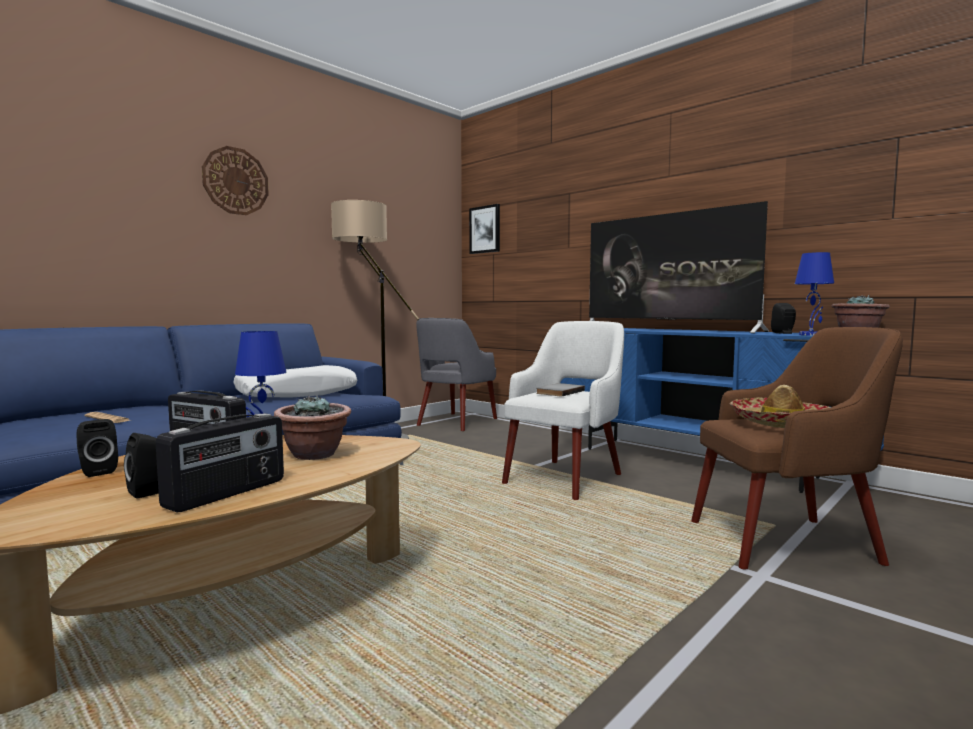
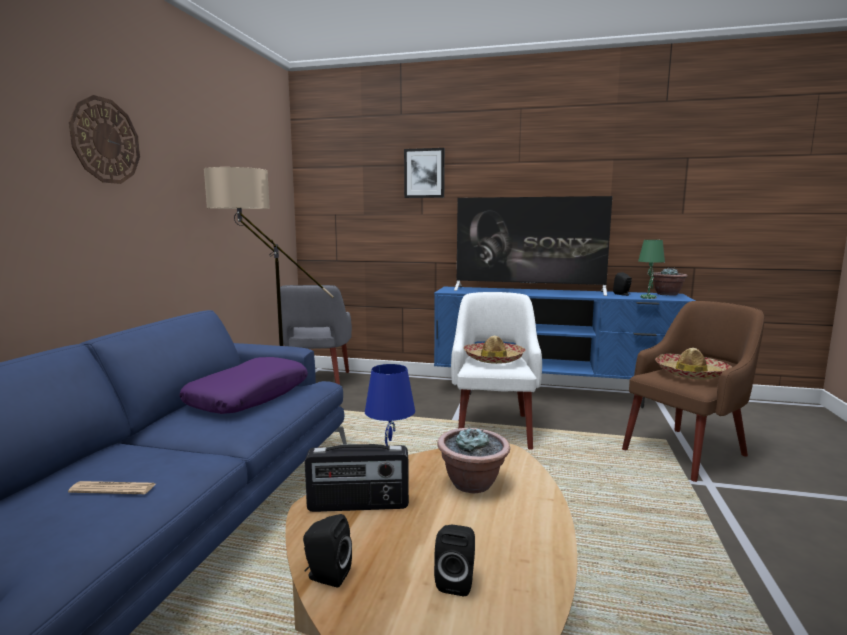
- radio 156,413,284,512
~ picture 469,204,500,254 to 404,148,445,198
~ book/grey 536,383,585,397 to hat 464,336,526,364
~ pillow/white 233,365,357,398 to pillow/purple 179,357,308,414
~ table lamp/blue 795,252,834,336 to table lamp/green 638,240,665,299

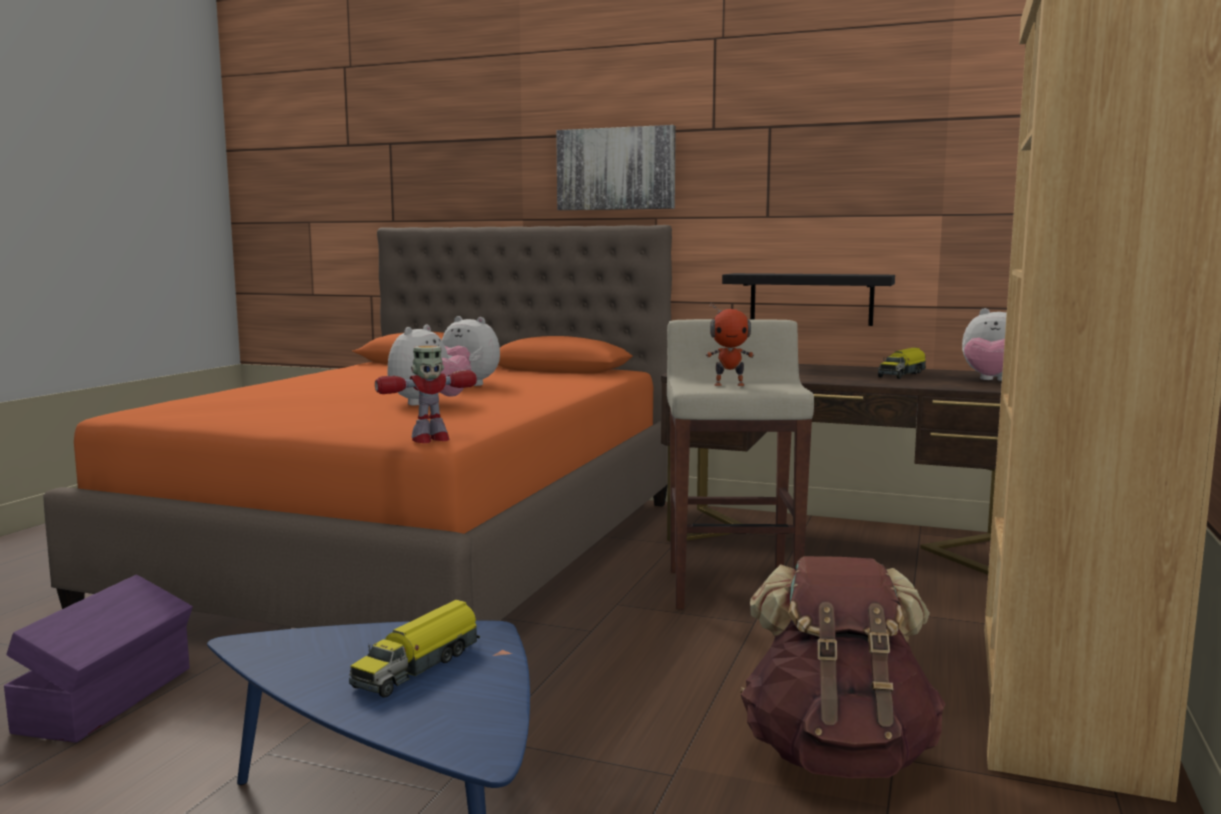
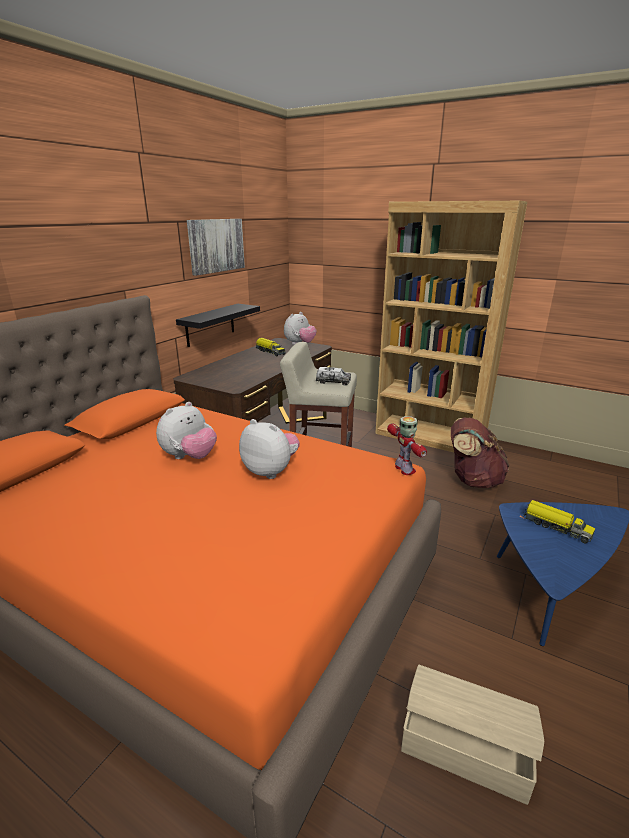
~ picture 556,125,676,210 to 187,219,245,276
~ toy robot 706,302,754,386 to toy truck 316,367,351,385
~ storage box/purple 4,575,193,743 to storage box/beige 401,665,544,805

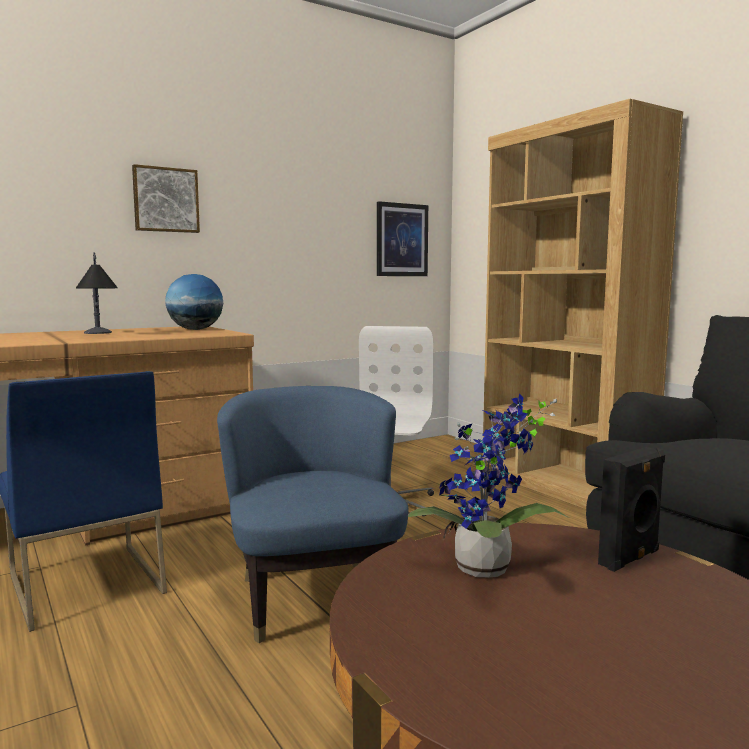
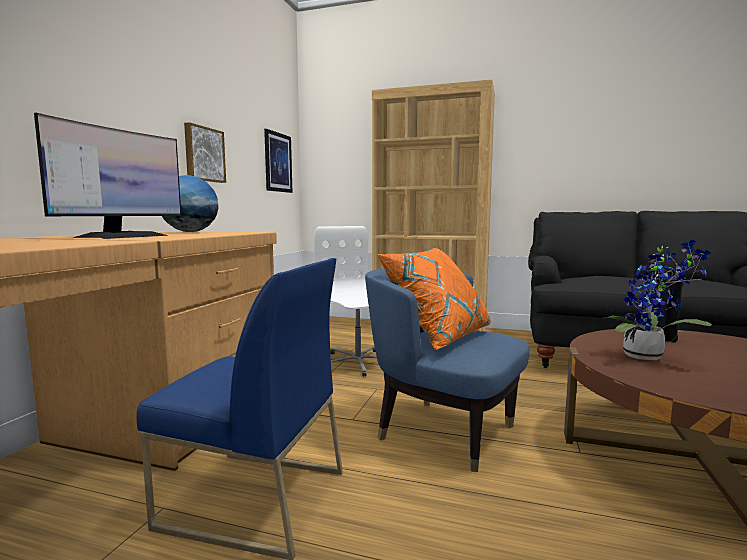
+ pillow/orange 377,247,491,350
~ picture 132,164,200,233 to 184,122,226,183
~ table lamp 76,252,118,334 to monitor 34,113,181,239

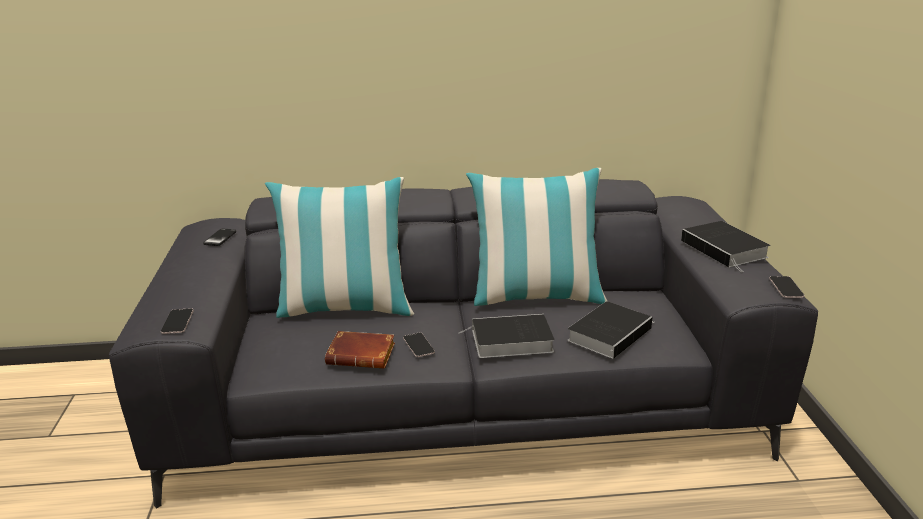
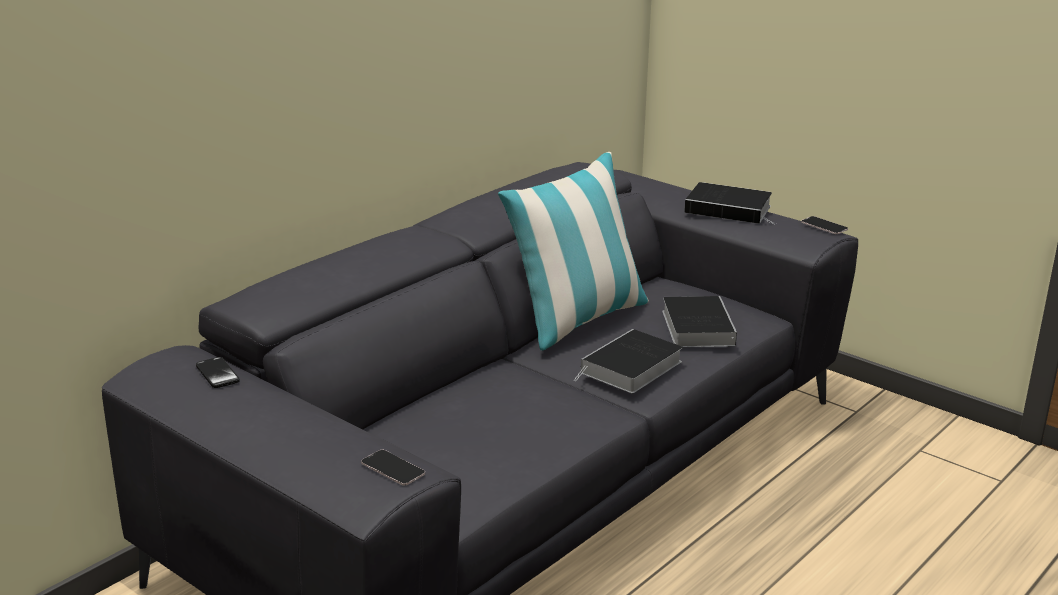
- pillow 265,177,414,318
- book/brown 325,331,395,369
- phone 403,332,435,357

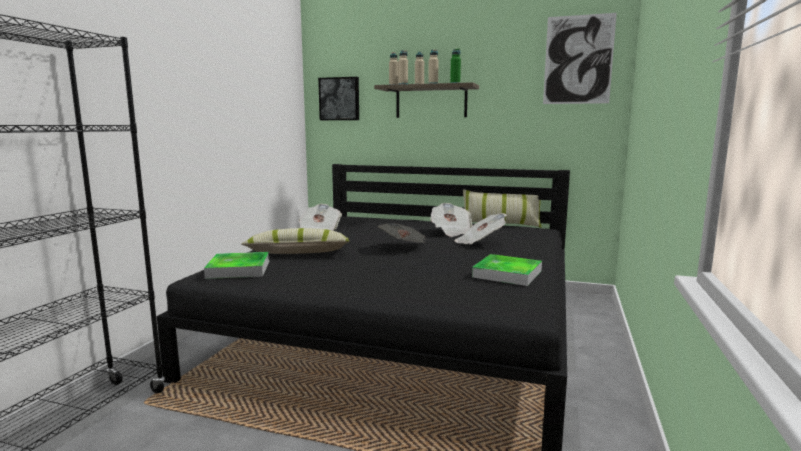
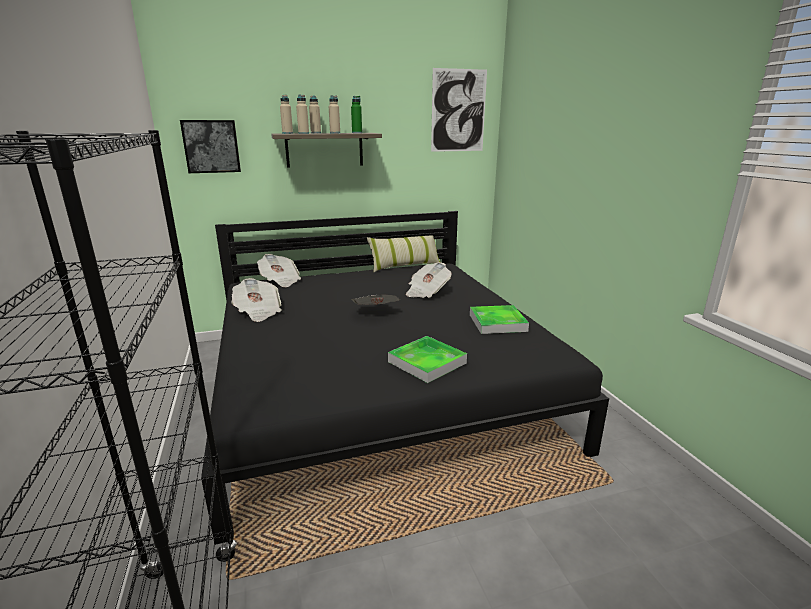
- pillow 241,228,349,254
~ tray 204,252,269,279 to 388,336,467,383
~ newspaper 430,203,472,237 to 257,254,301,287

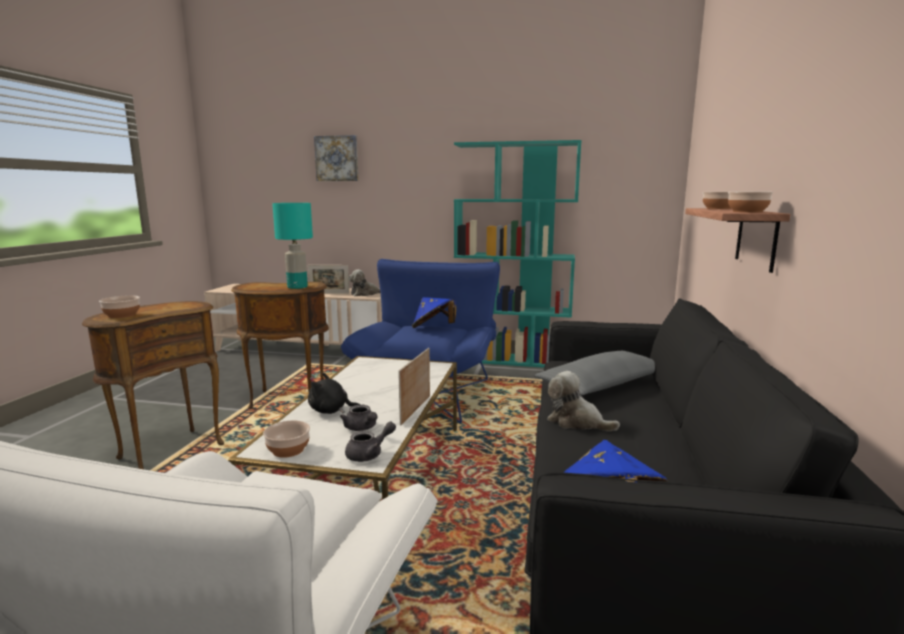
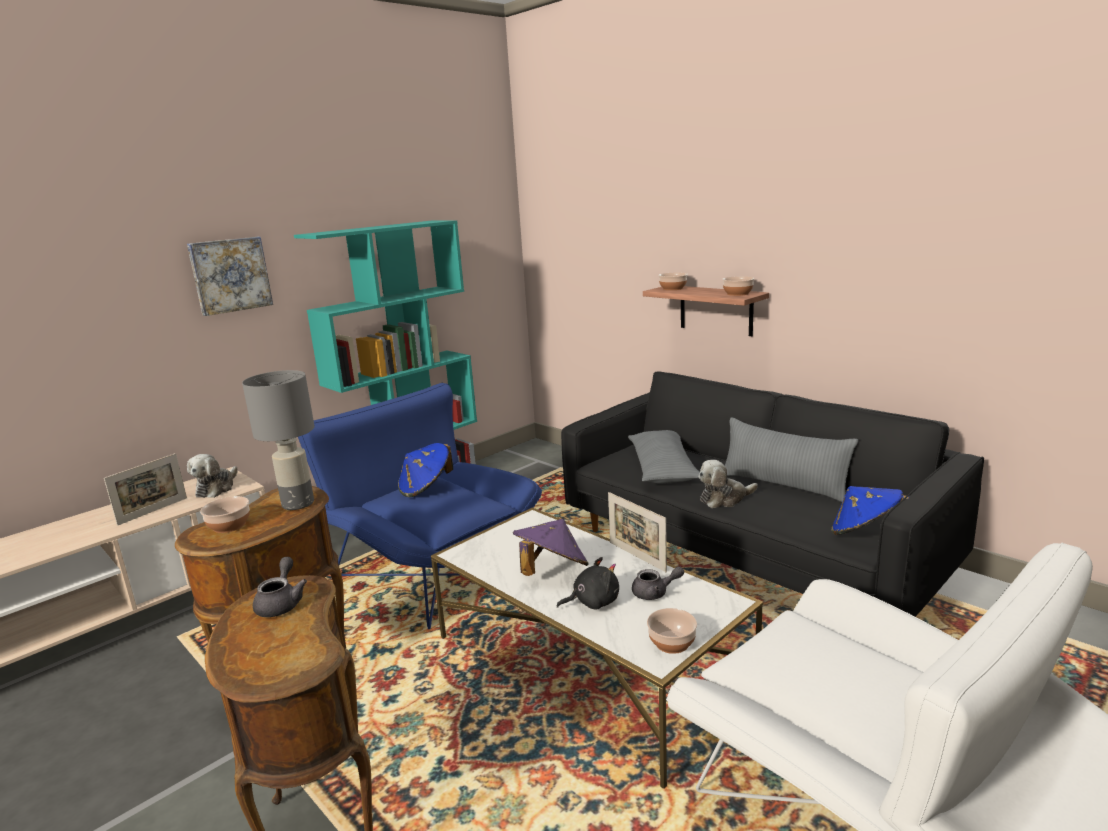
+ hat/purple 513,519,589,576
+ pillow/grey 725,417,859,502
~ bowl 99,295,140,318 to 200,496,250,533
~ picture 314,135,358,181 to 187,237,273,316
~ teapot/grey 345,422,396,462 to 253,557,307,617
~ table lamp/turquoise 272,203,313,289 to table lamp/grey 242,370,314,510
~ plush toy/black 308,373,360,414 = 557,557,619,610 150 degrees counterclockwise

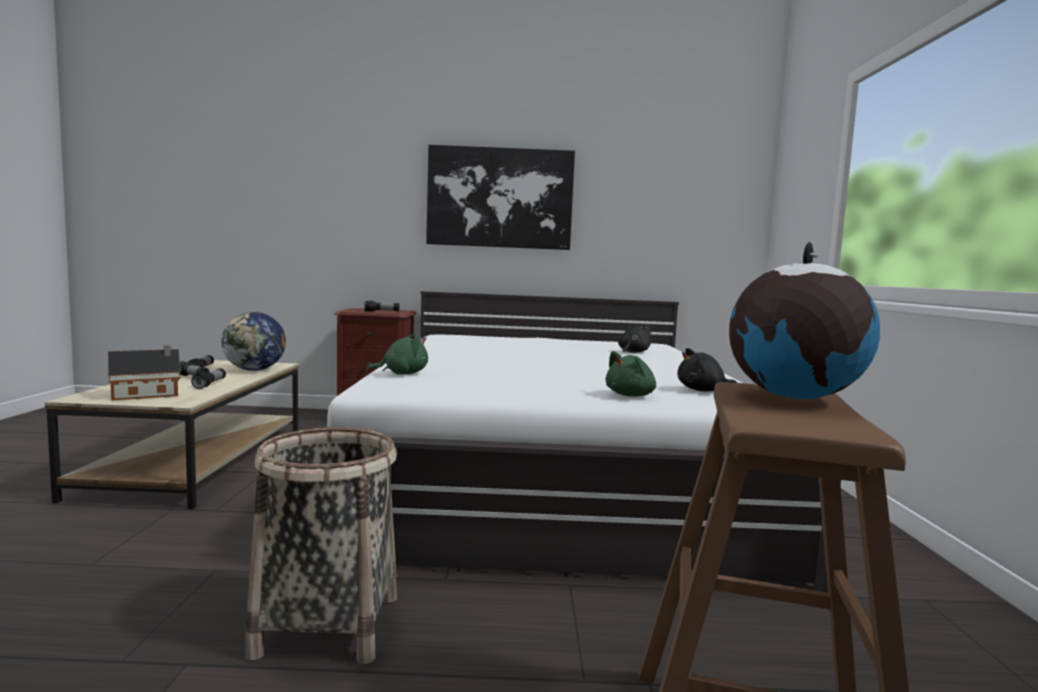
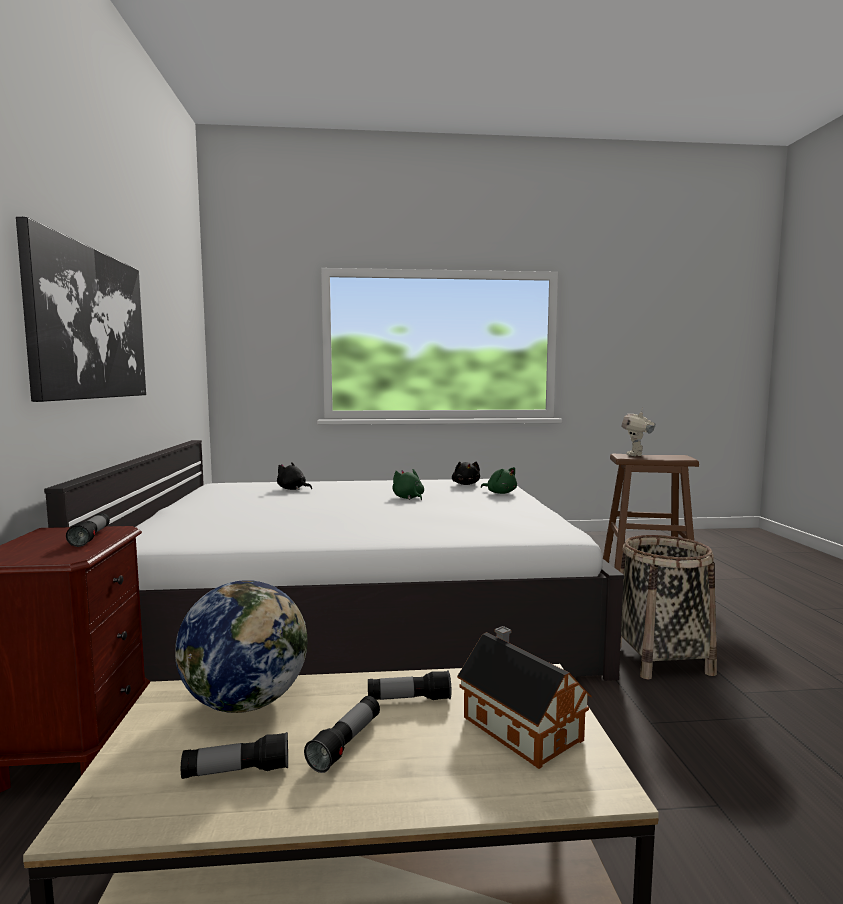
~ plush toy/green 365,334,428,375 to 392,469,424,500
~ globe 729,242,880,399 to toy robot 621,408,656,456

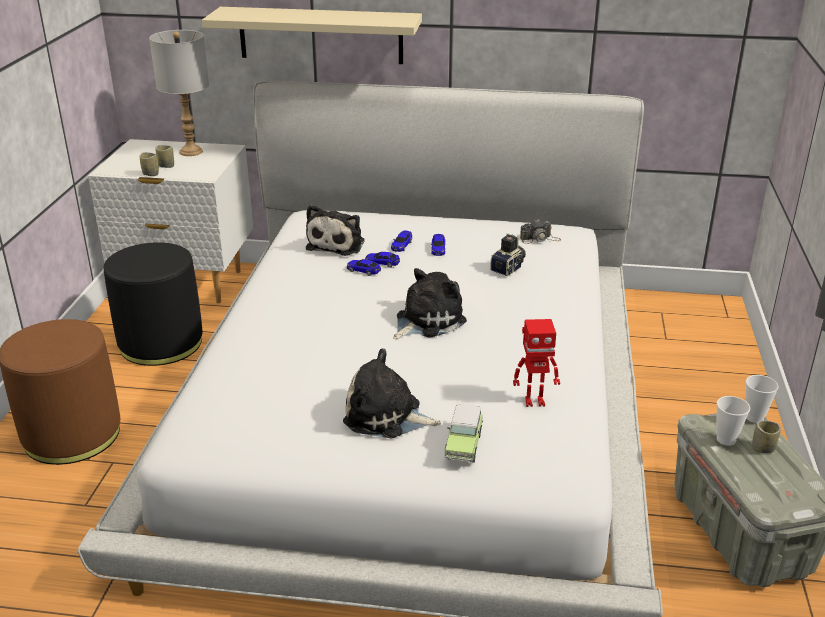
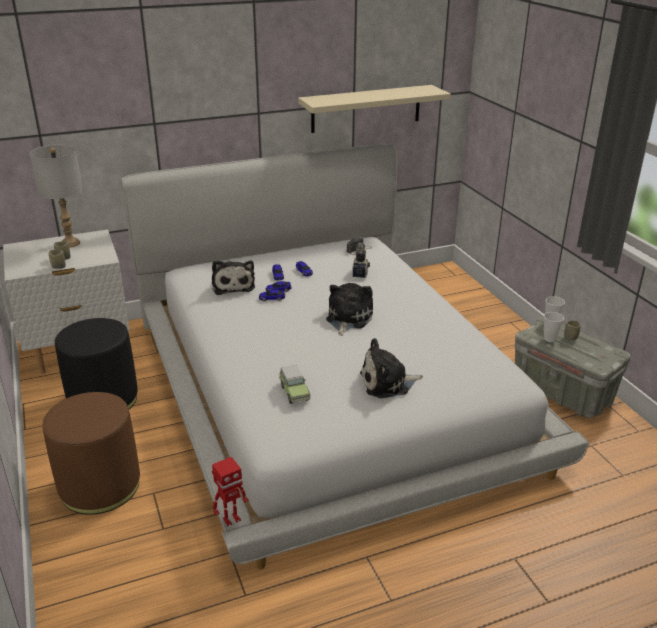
~ shelf/beige 202,7,422,64 to 298,85,451,133
~ toy car 445,404,483,463 to 279,365,310,404
~ toy robot 513,319,560,407 to 212,457,249,526

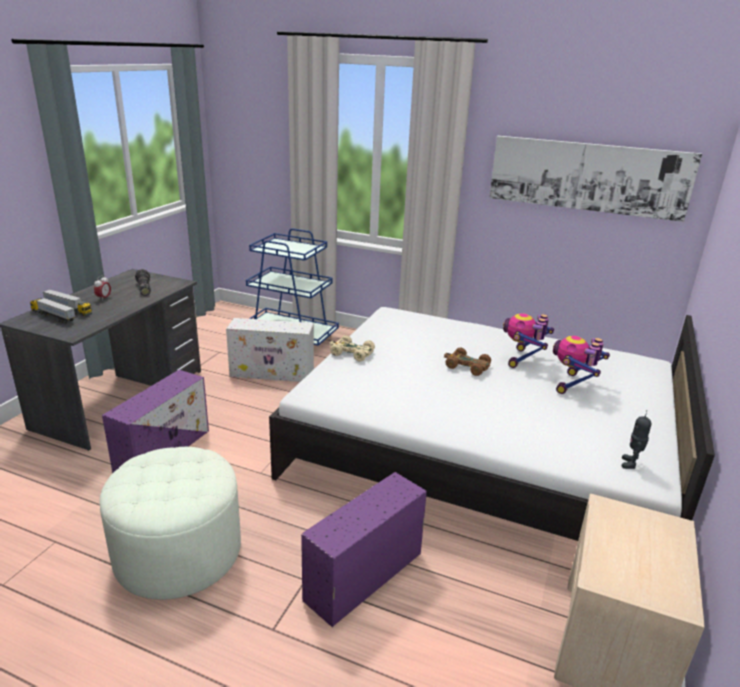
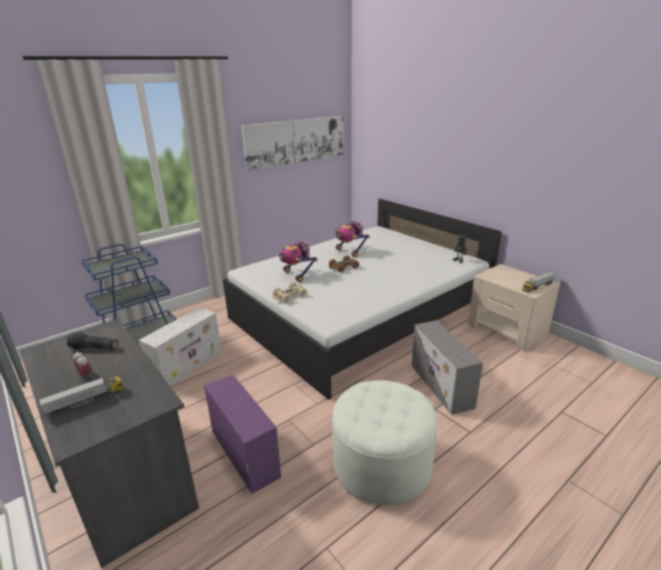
~ toy truck 30,298,76,324 to 522,271,556,292
~ toy robot 553,336,610,394 to 279,241,317,282
~ storage box/purple 301,472,427,627 to storage box/grey 412,320,483,415

